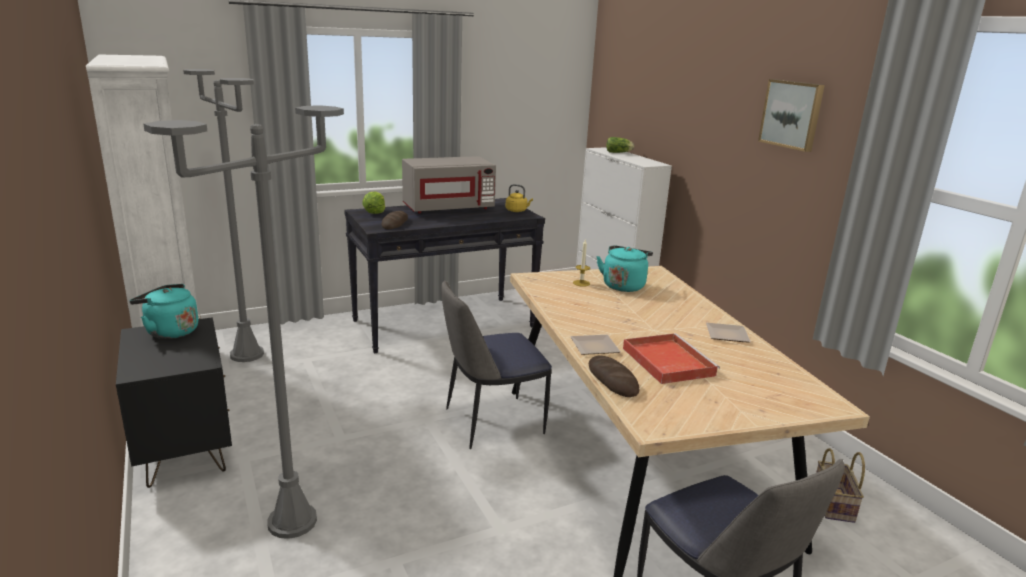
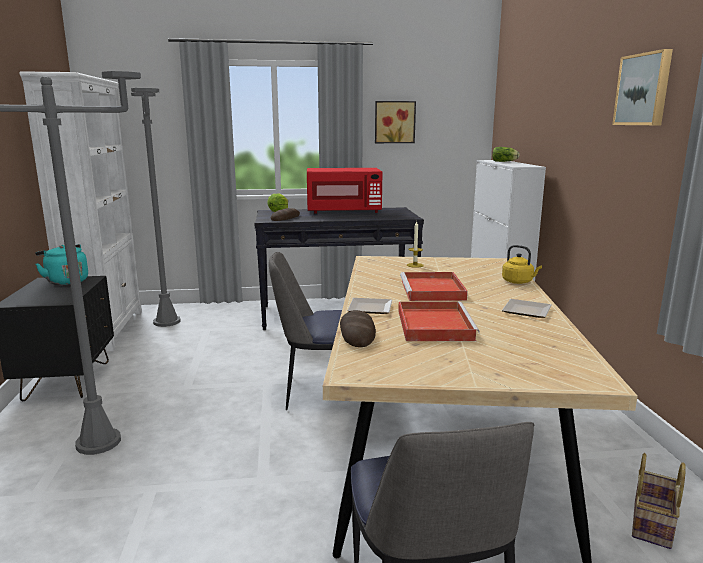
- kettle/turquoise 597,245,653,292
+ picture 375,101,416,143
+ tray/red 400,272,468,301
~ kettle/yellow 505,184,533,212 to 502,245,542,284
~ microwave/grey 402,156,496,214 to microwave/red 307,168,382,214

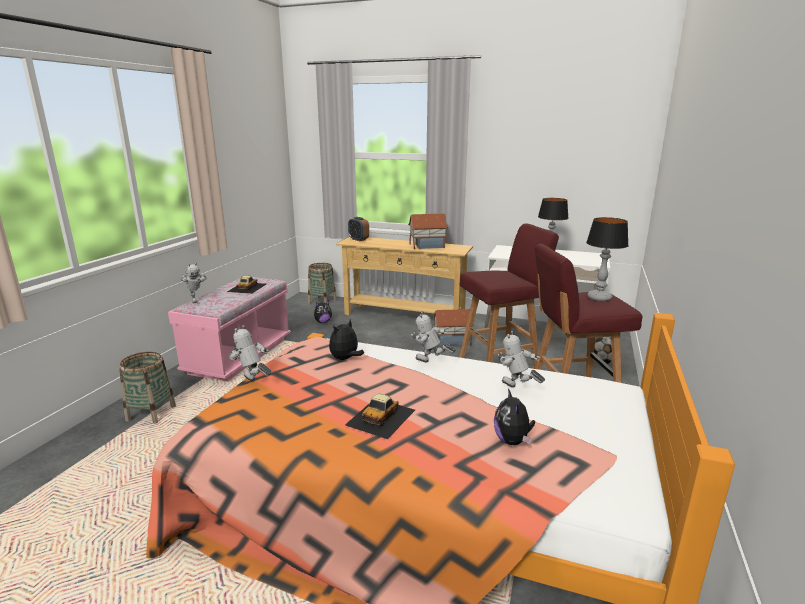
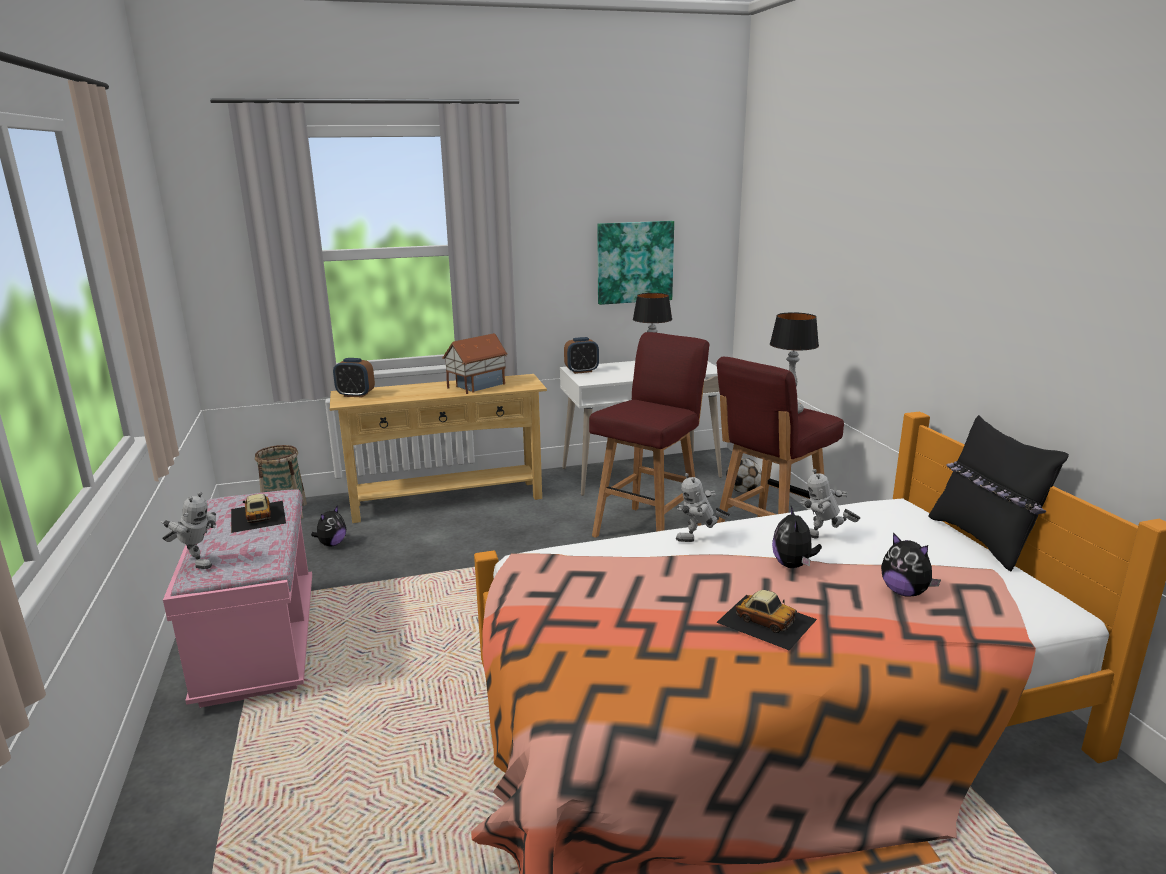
- basket 119,352,176,424
- toy robot 229,325,272,381
- toy house 433,309,474,346
+ alarm clock 564,337,599,374
+ picture 597,221,674,305
+ pillow/black 928,415,1069,571
~ plush toy 329,319,364,360 to 772,506,822,568
~ toy car 345,394,415,439 = 716,590,817,650 45 degrees counterclockwise

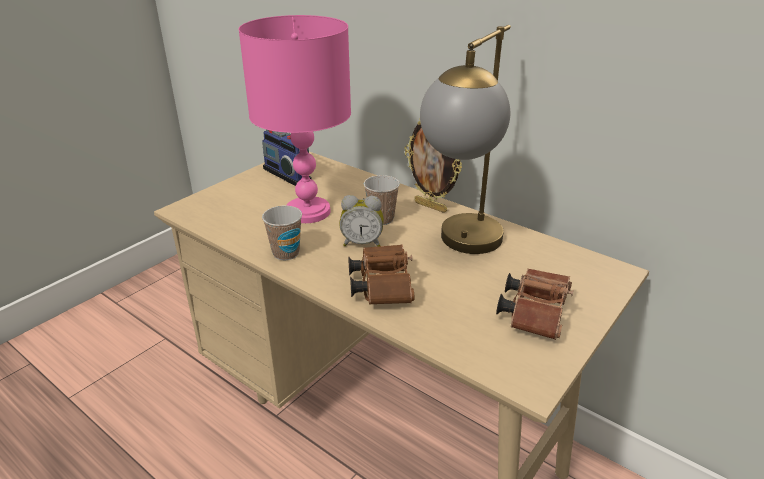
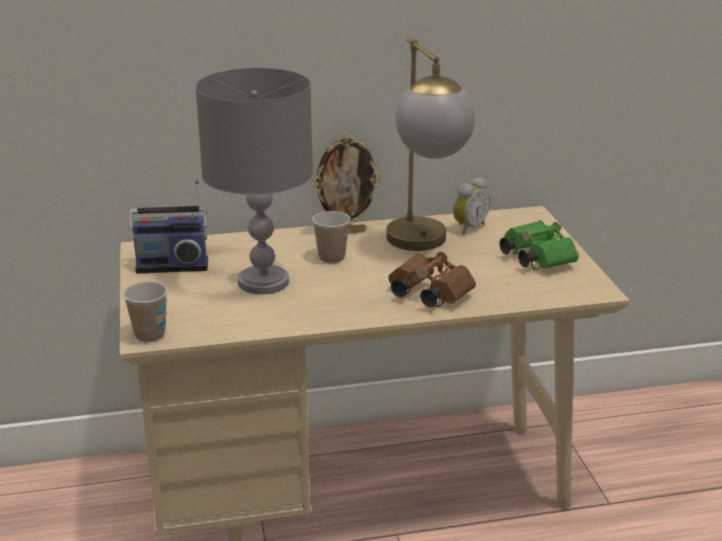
~ cup 262,206,302,260 to 123,281,168,343
~ alarm clock 339,195,384,247 to 453,177,490,234
~ table lamp/pink 239,15,351,223 to table lamp/grey 195,68,313,294
~ binoculars/brown 496,268,574,340 to binoculars/green 500,220,579,270

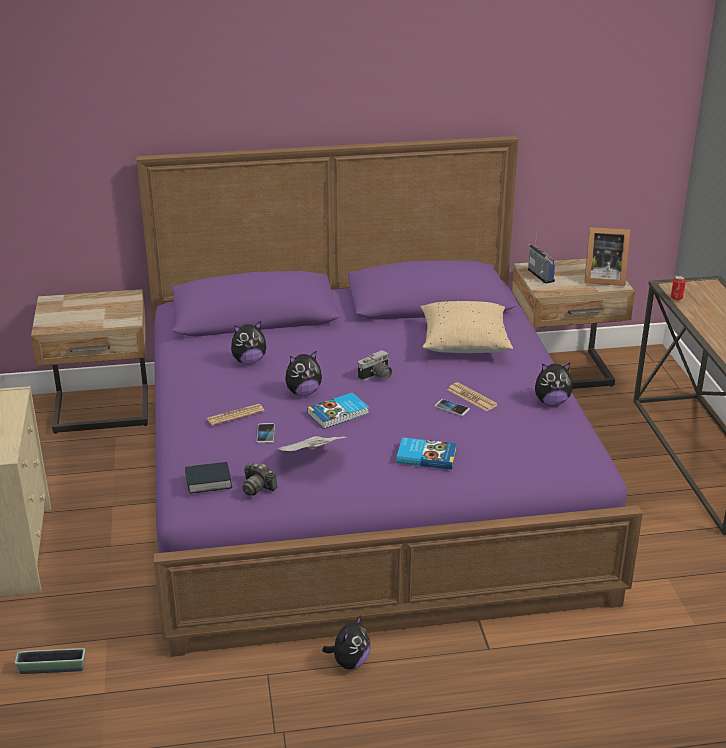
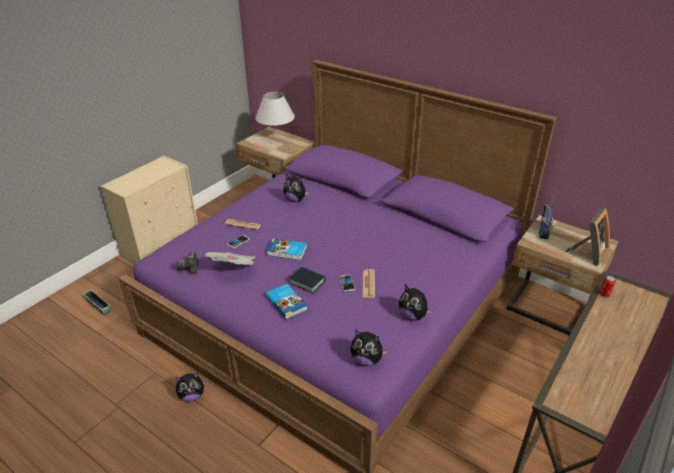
- photo camera 358,350,392,381
- pillow/beige 421,301,513,353
+ table lamp/white 255,92,295,137
~ book 185,462,232,494 to 290,267,325,293
~ plush toy 285,351,322,396 to 350,330,388,366
~ picture frame 584,227,631,286 = 565,208,610,266 105 degrees counterclockwise

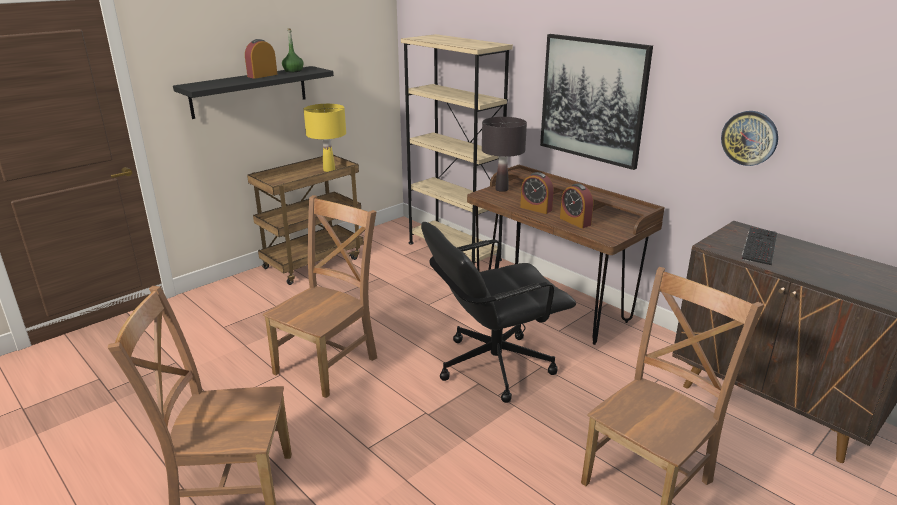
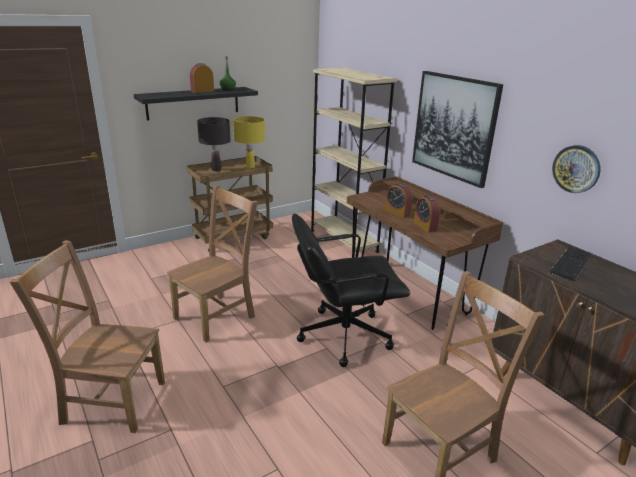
~ table lamp/black 482,117,527,192 to 197,117,231,171

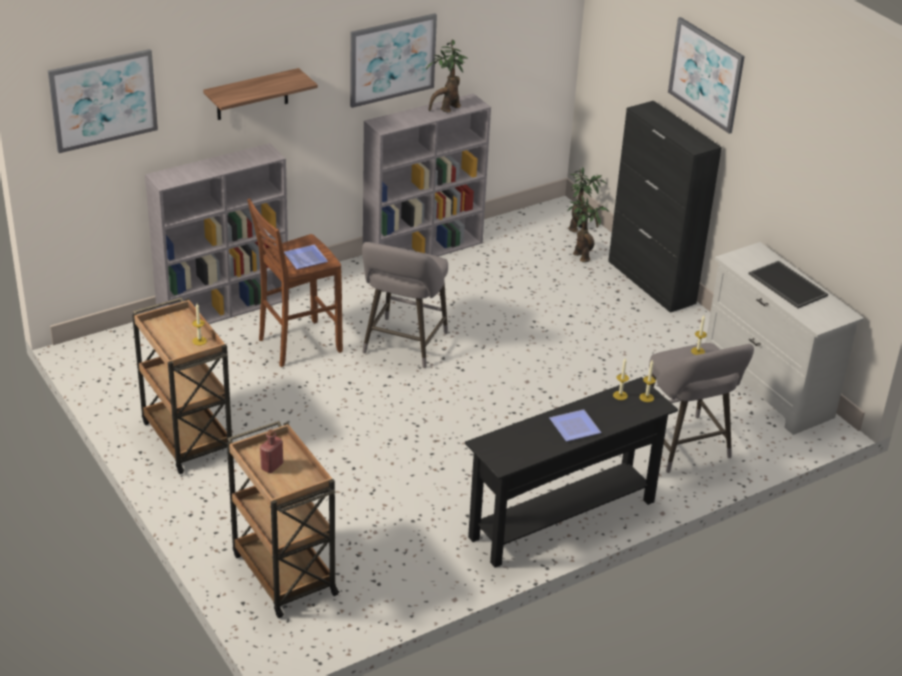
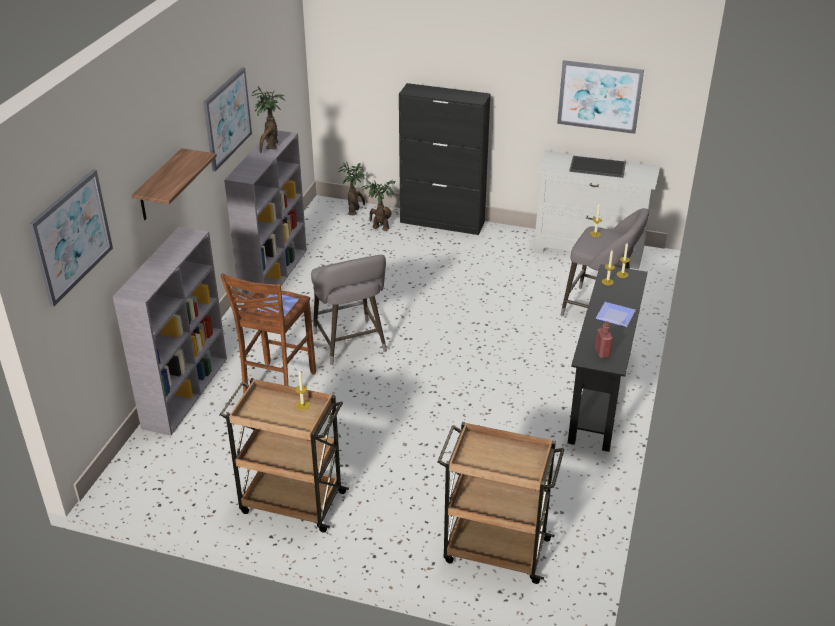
~ bottle/red 260,429,283,473 to 595,321,613,358
~ picture 668,17,745,134 to 557,60,644,134

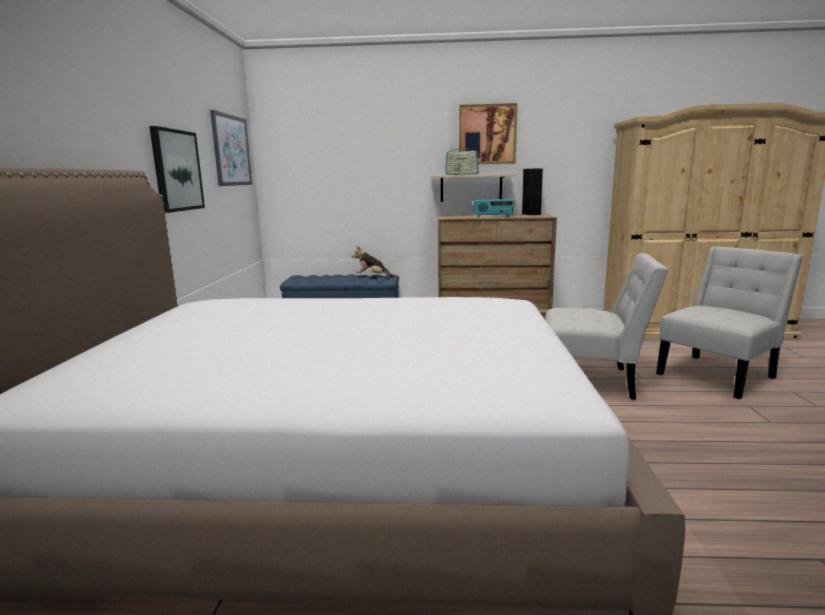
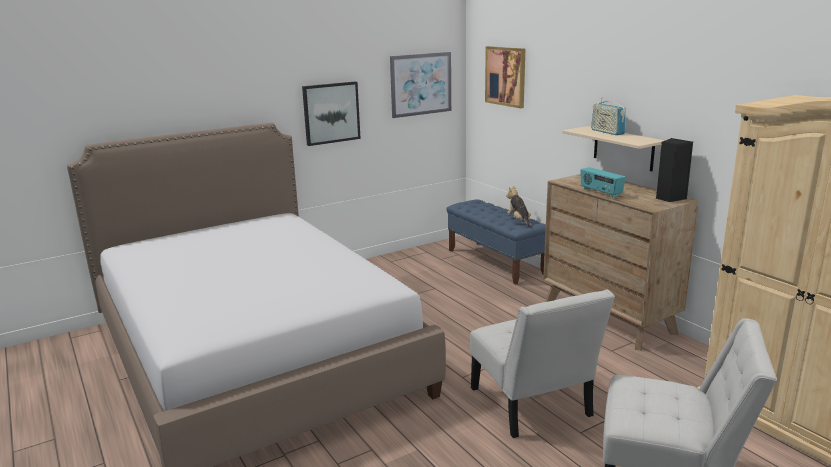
~ picture 459,103,517,164 to 485,46,525,108

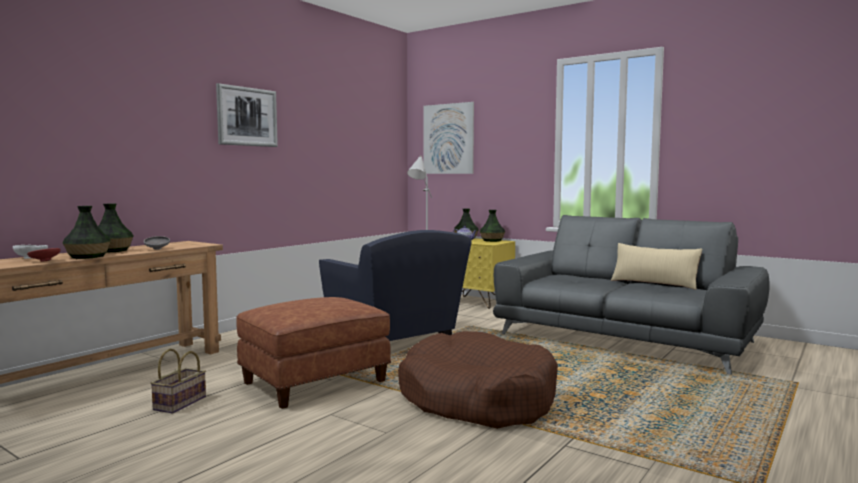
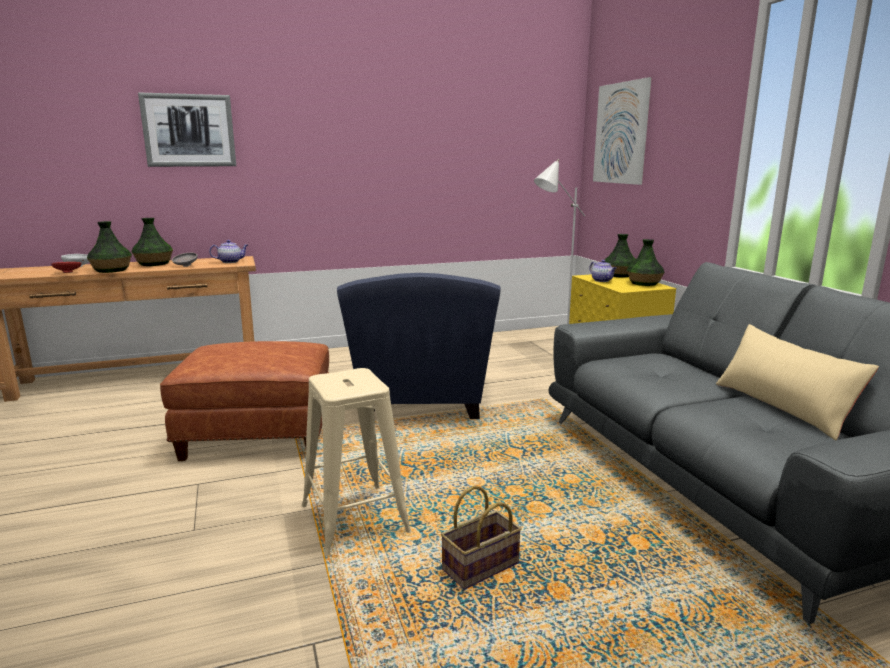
+ teapot 209,240,248,263
~ basket 150,349,206,414 to 441,486,522,589
~ picture 216,83,278,147 to 138,92,236,167
~ dog bed/brown 398,331,558,429 to stool/beige 302,368,411,556

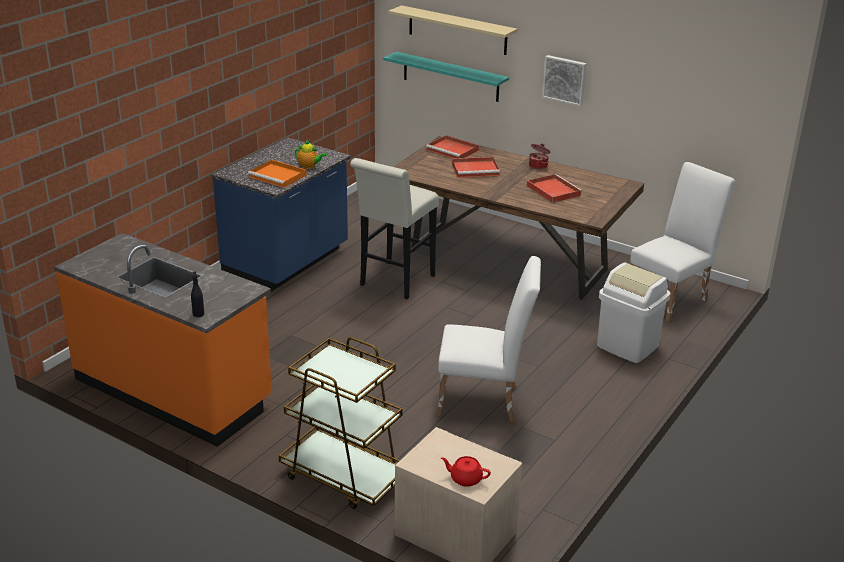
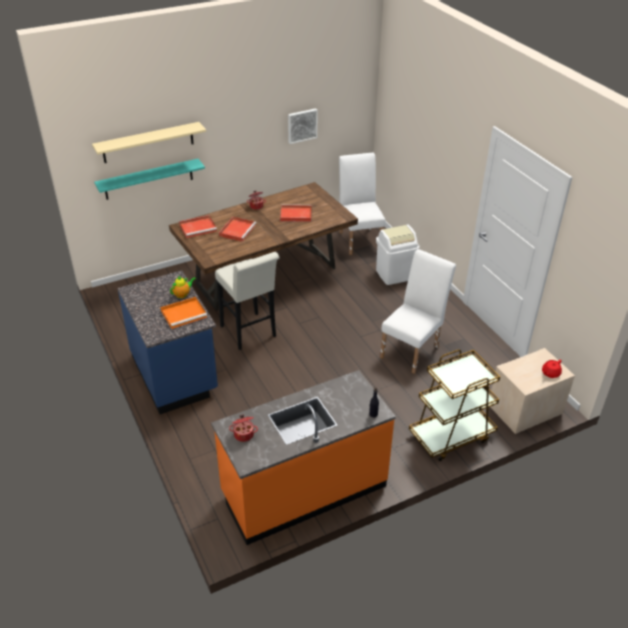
+ cooking pot 229,415,258,442
~ picture 542,55,586,106 to 288,108,318,144

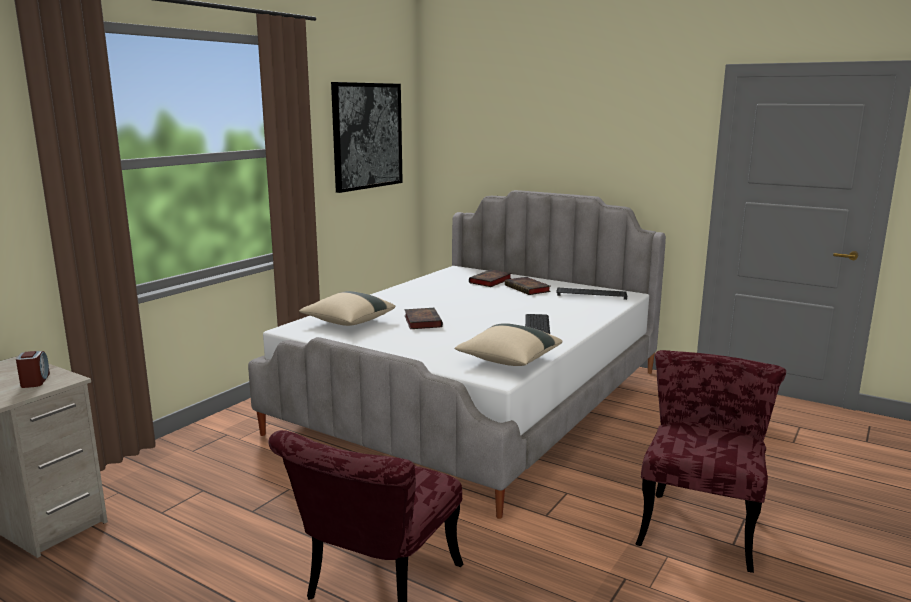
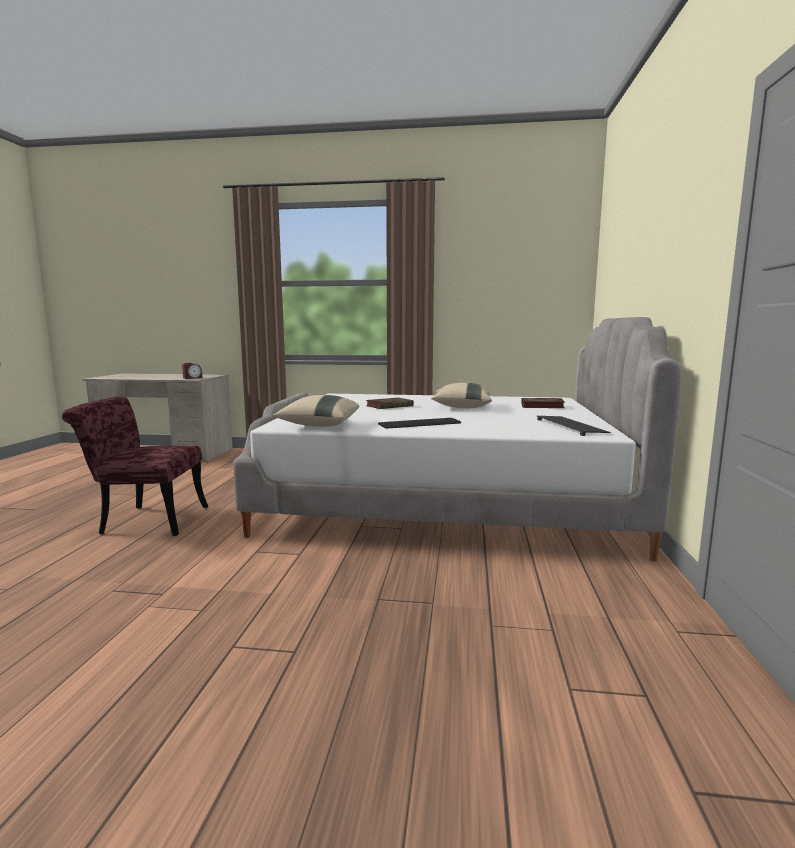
- picture 331,82,403,193
- book 505,277,551,295
- chair/red 635,350,786,573
~ pillow/beige 299,291,395,326 to 431,383,492,408

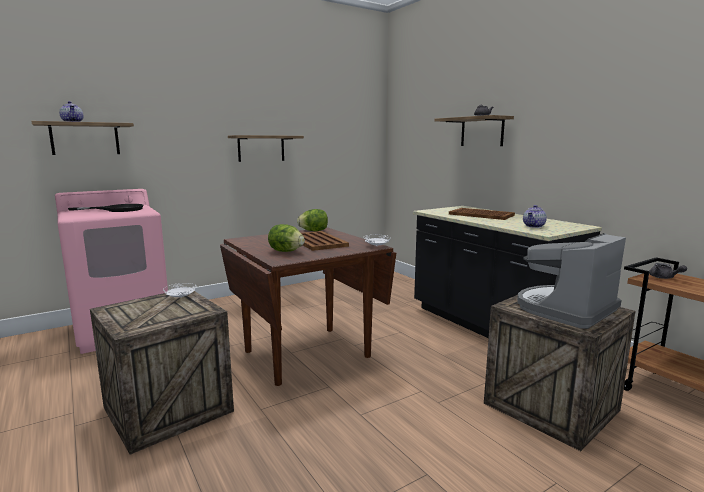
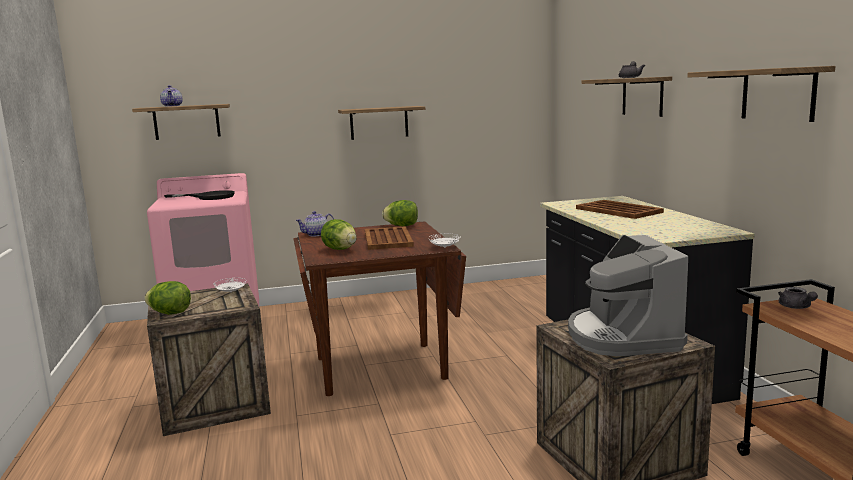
+ lettuce 144,281,191,315
+ shelf 687,66,835,122
~ teapot 523,205,547,228 to 296,211,334,236
~ coffee machine 517,233,626,329 = 568,235,688,356 75 degrees counterclockwise

